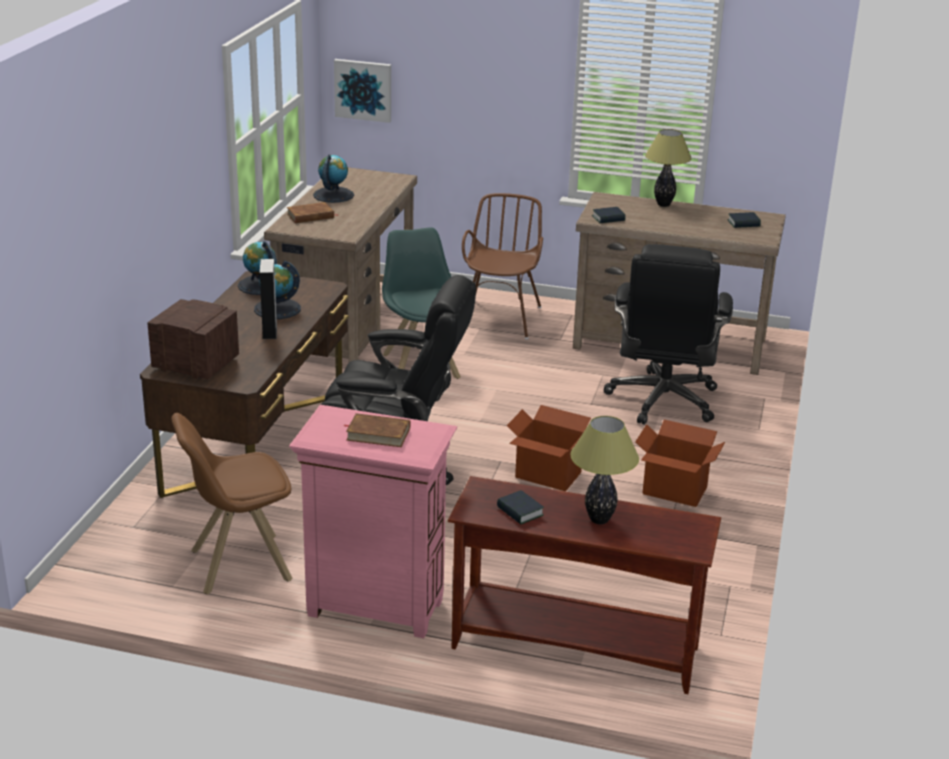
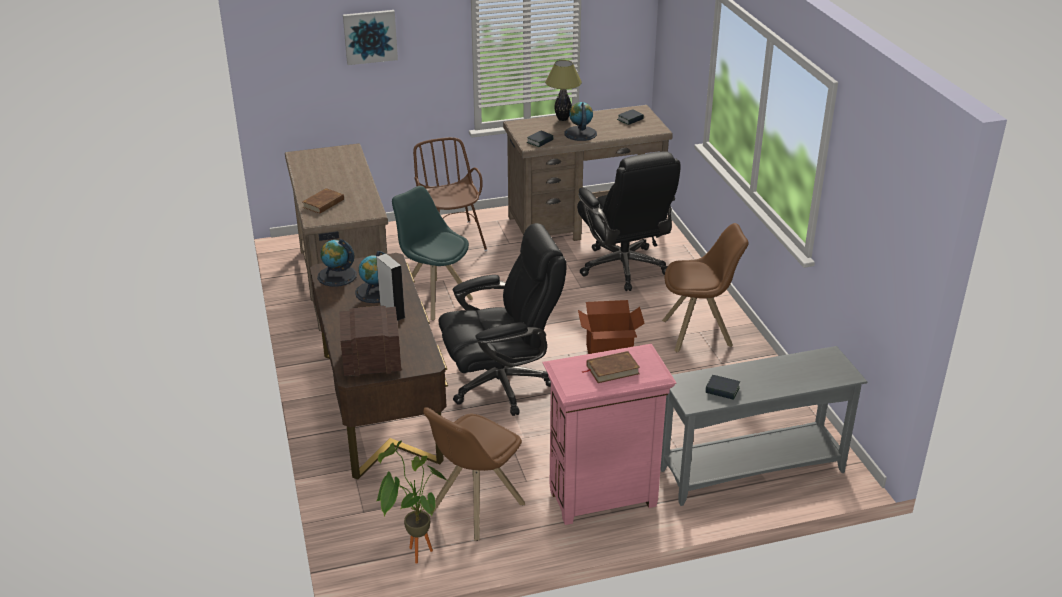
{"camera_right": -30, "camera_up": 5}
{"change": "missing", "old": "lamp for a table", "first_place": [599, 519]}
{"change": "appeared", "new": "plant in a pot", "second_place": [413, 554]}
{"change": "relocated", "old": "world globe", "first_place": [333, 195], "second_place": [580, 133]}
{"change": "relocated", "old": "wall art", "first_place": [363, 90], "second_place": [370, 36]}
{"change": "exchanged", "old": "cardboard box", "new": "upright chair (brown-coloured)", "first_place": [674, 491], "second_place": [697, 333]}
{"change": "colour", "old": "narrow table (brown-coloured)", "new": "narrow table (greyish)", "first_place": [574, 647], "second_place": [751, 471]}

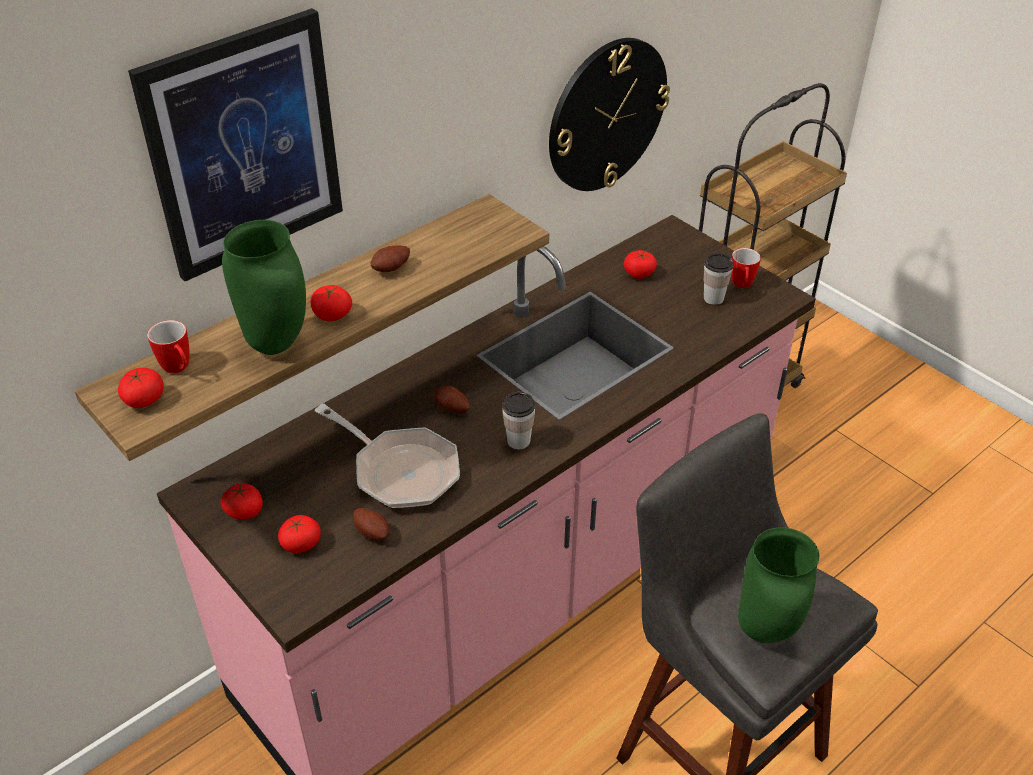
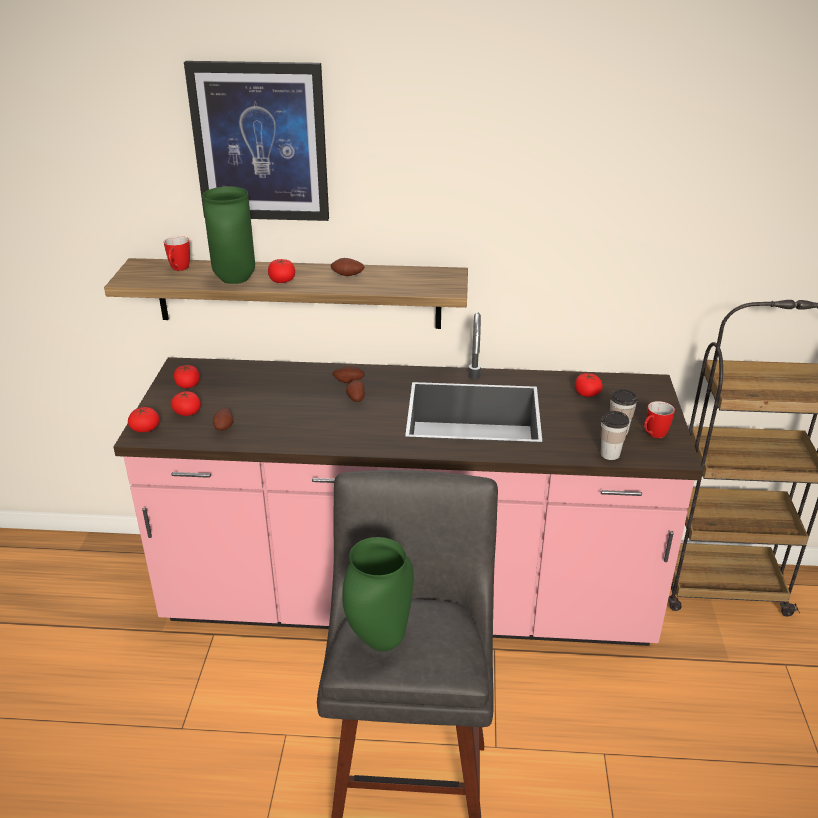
{"camera_right": 45, "camera_up": -10}
{"change": "missing", "old": "skillet", "first_place": [400, 470]}
{"change": "missing", "old": "wall clock", "first_place": [607, 115]}
{"change": "appeared", "new": "spud", "second_place": [349, 381]}
{"change": "relocated", "old": "fresh tomato", "first_place": [144, 399], "second_place": [145, 428]}
{"change": "relocated", "old": "drinking cup", "first_place": [518, 441], "second_place": [610, 454]}

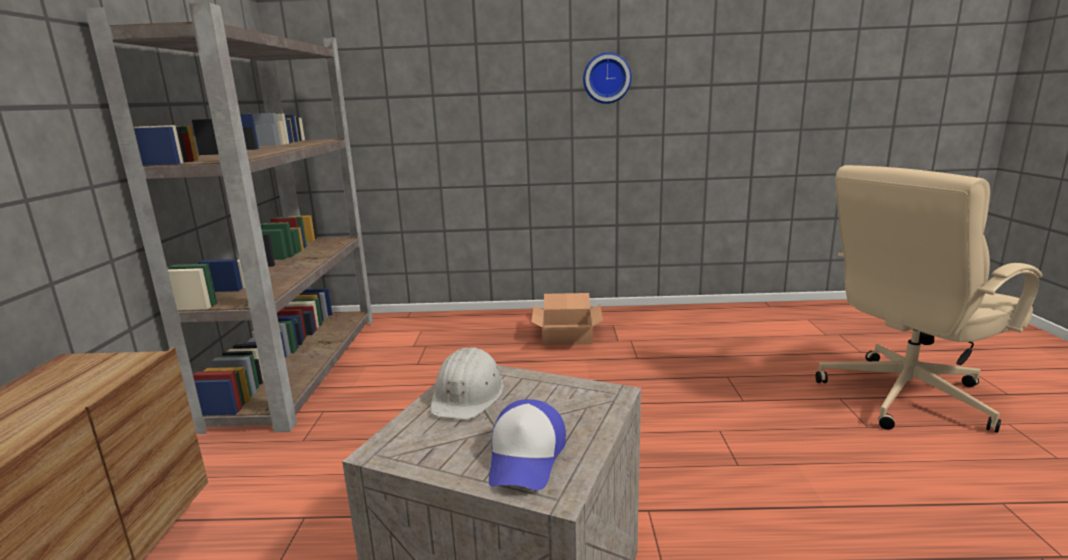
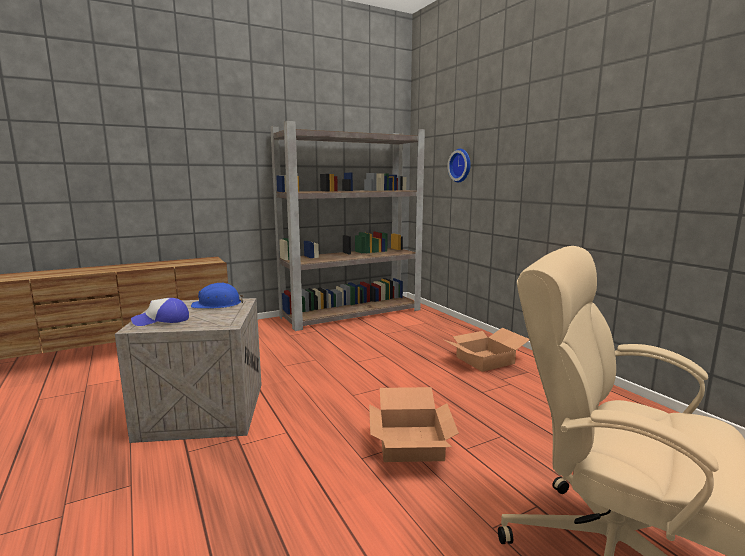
{"camera_right": 60, "camera_up": -5}
{"change": "appeared", "new": "cardboard box", "second_place": [412, 443]}
{"change": "relocated", "old": "wall clock", "first_place": [606, 78], "second_place": [461, 165]}
{"change": "colour", "old": "hard hat (whitish)", "new": "hard hat (blue-coloured)", "first_place": [468, 395], "second_place": [217, 304]}

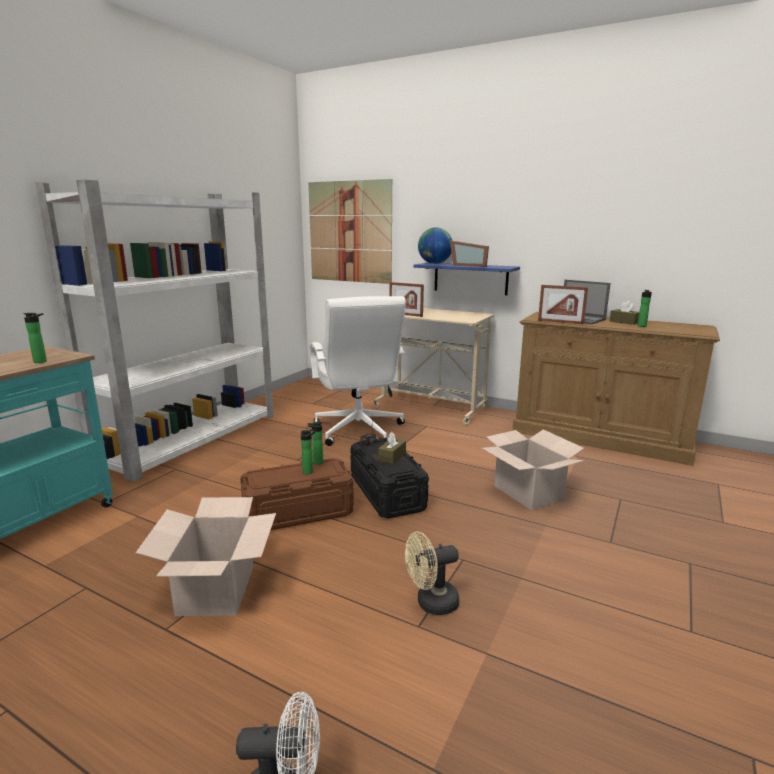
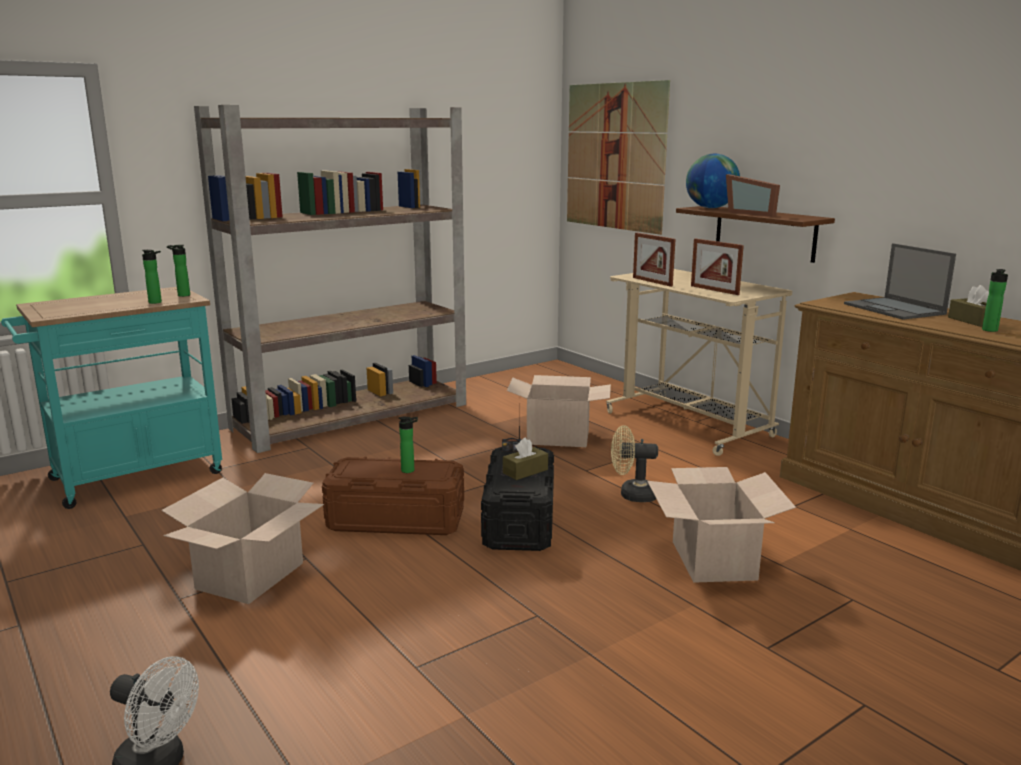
{"camera_right": 25, "camera_up": 0}
{"change": "relocated", "old": "drink bottle", "first_place": [316, 462], "second_place": [182, 295]}
{"change": "relocated", "old": "fan (sand-coloured)", "first_place": [431, 603], "second_place": [632, 495]}
{"change": "relocated", "old": "picture frame", "first_place": [560, 322], "second_place": [714, 290]}
{"change": "exchanged", "old": "office chair (whitish)", "new": "cardboard box", "first_place": [358, 429], "second_place": [558, 437]}
{"change": "colour", "old": "shelving unit (whitish)", "new": "shelving unit (brown-coloured)", "first_place": [191, 438], "second_place": [352, 416]}
{"change": "colour", "old": "wall shelf (blue-coloured)", "new": "wall shelf (brown-coloured)", "first_place": [470, 278], "second_place": [764, 233]}

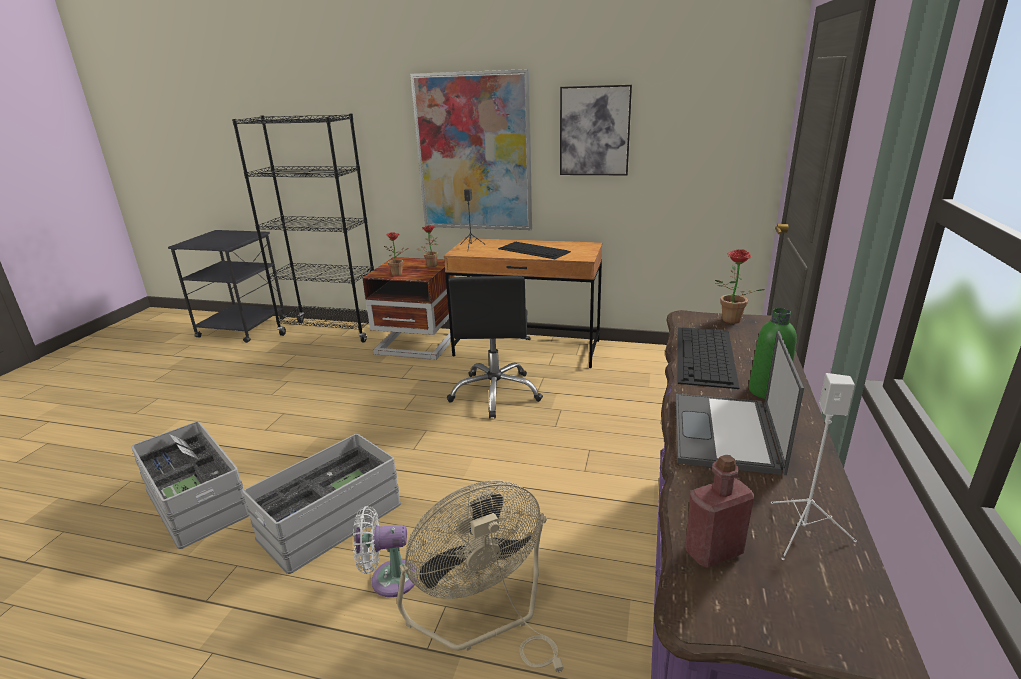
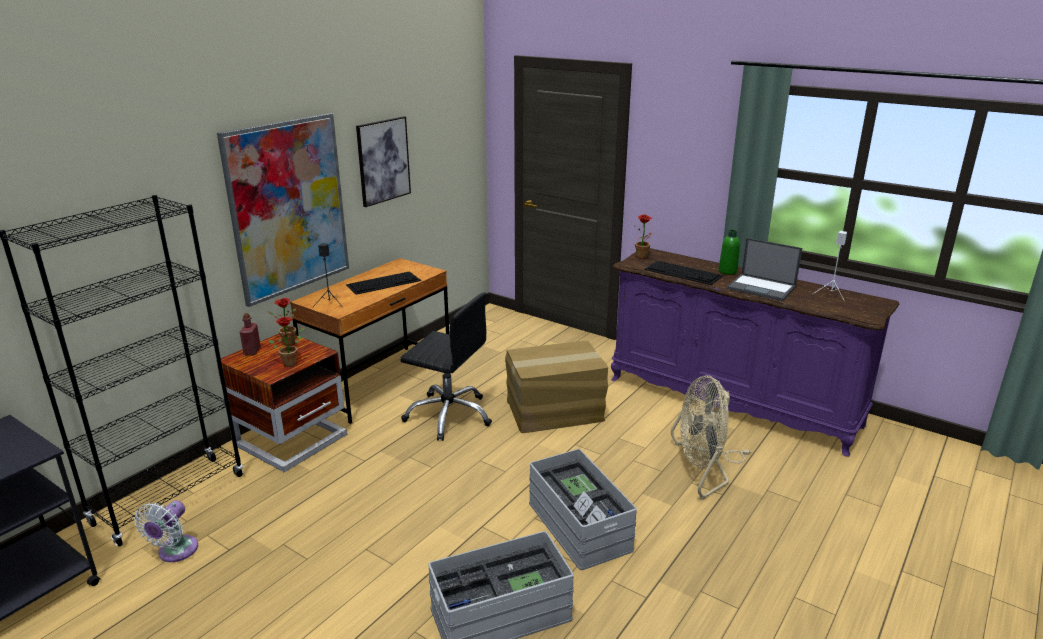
{"camera_right": -70, "camera_up": 0}
{"change": "appeared", "new": "cardboard box", "second_place": [555, 411]}
{"change": "relocated", "old": "fan (whitish)", "first_place": [389, 579], "second_place": [175, 552]}
{"change": "relocated", "old": "drink bottle (red-coloured)", "first_place": [713, 551], "second_place": [252, 351]}

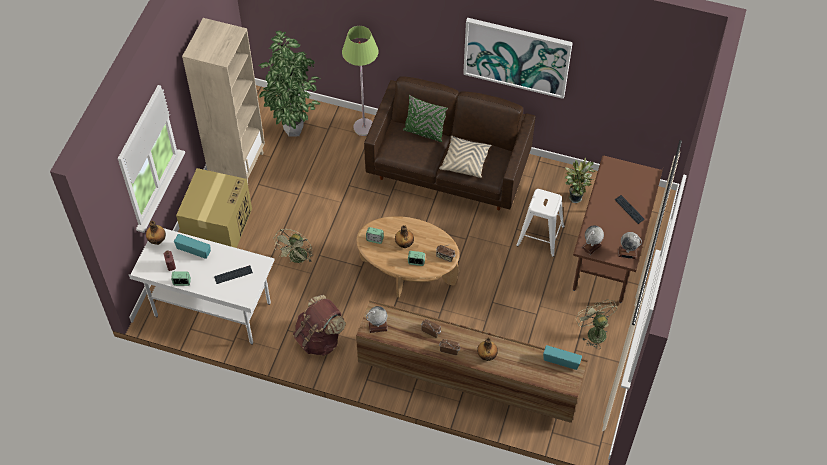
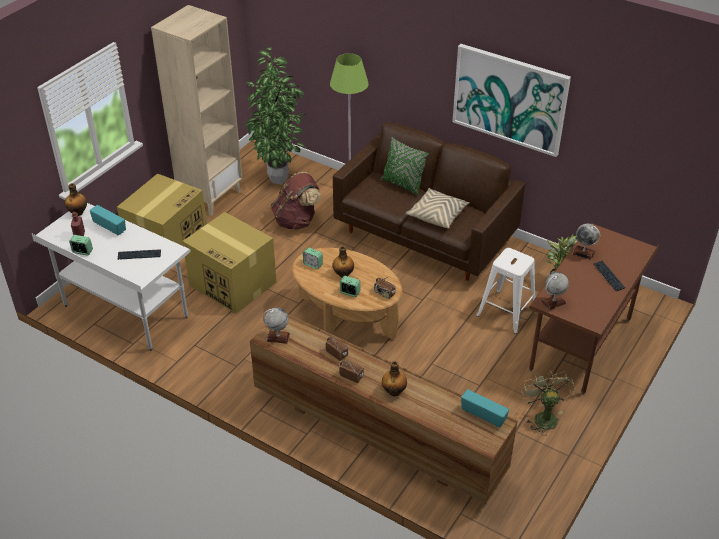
{"camera_right": 15, "camera_up": -15}
{"change": "relocated", "old": "backpack (brown-coloured)", "first_place": [319, 338], "second_place": [297, 221]}
{"change": "relocated", "old": "world globe", "first_place": [627, 252], "second_place": [583, 253]}
{"change": "exchanged", "old": "fan (greenish)", "new": "cardboard box", "first_place": [297, 259], "second_place": [233, 284]}

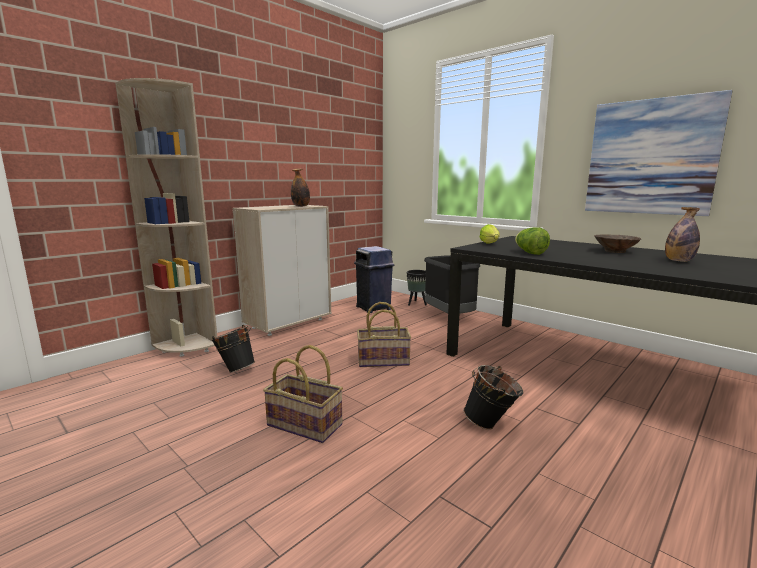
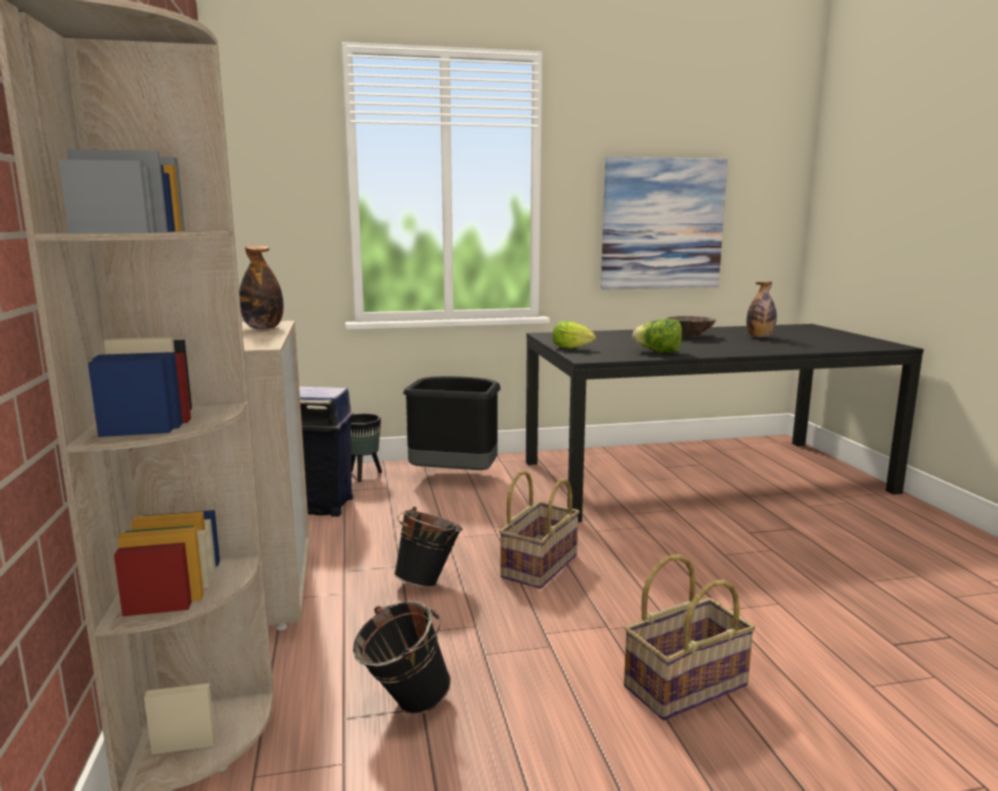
{"camera_right": -55, "camera_up": 0}
{"change": "relocated", "old": "pail (black)", "first_place": [491, 425], "second_place": [429, 581]}

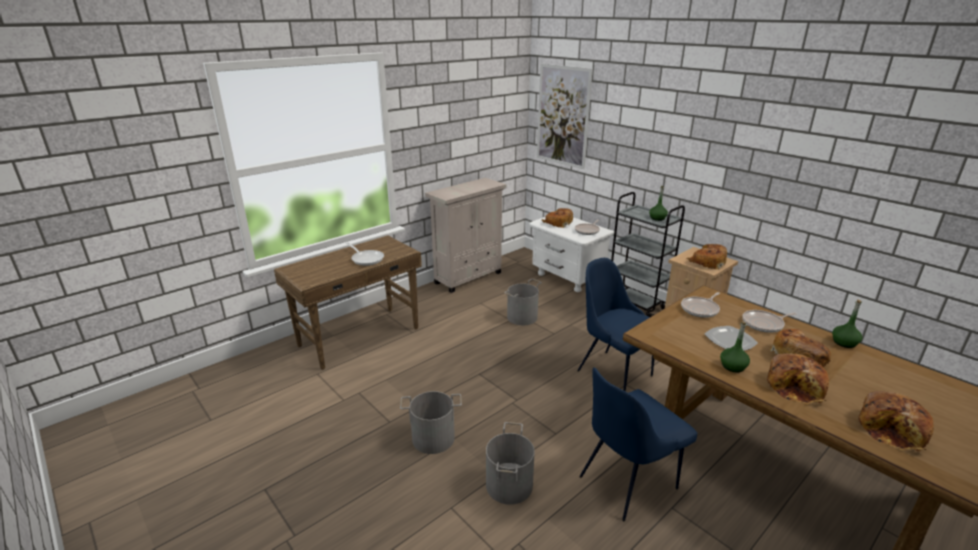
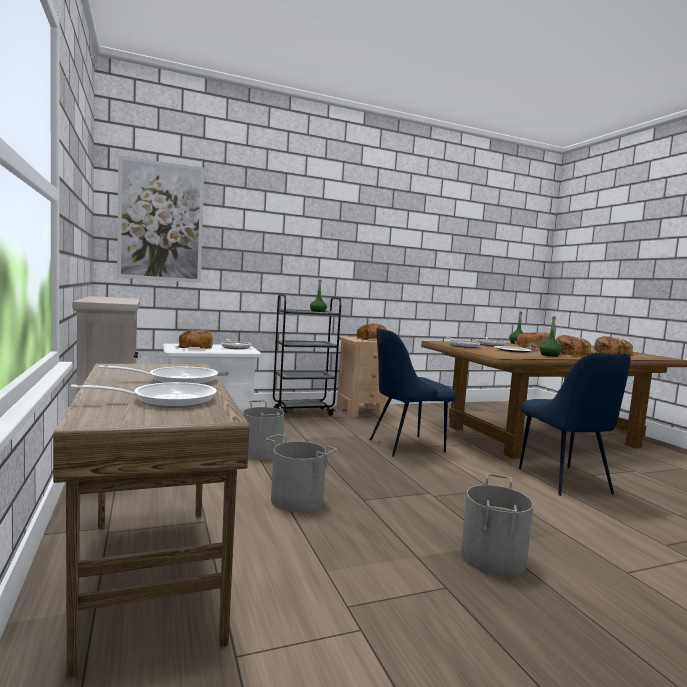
{"camera_right": -70, "camera_up": -20}
{"change": "appeared", "new": "skillet", "second_place": [166, 400]}
{"change": "relocated", "old": "pail (greyish)", "first_place": [508, 485], "second_place": [296, 500]}

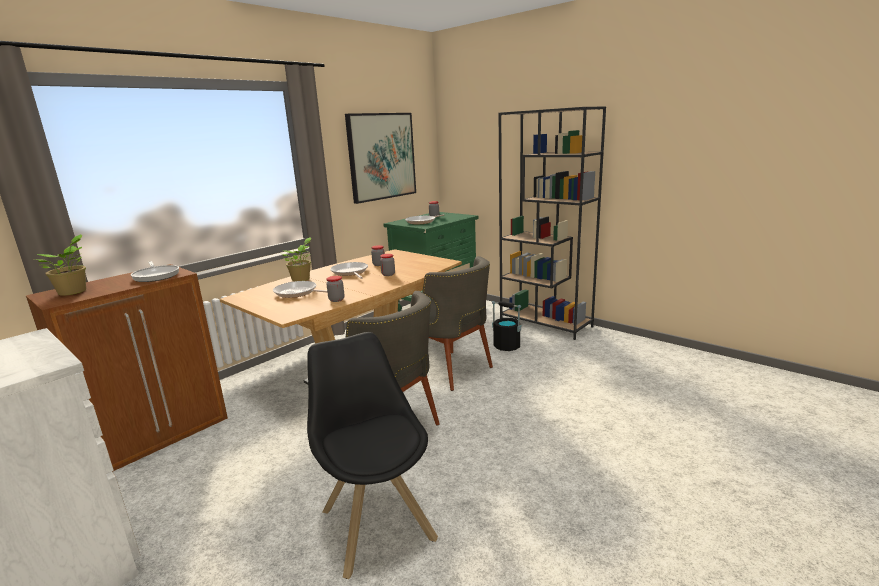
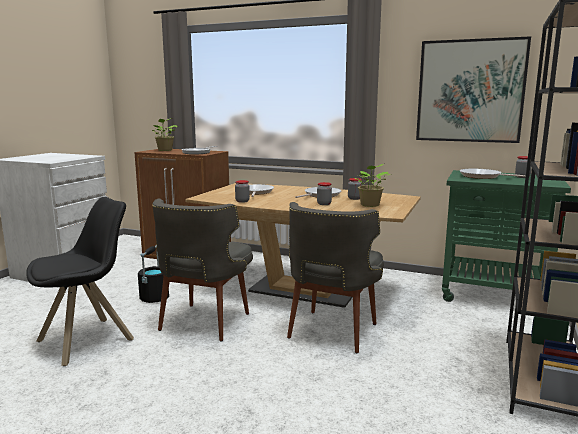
{"camera_right": 70, "camera_up": -5}
{"change": "relocated", "old": "plant in a pot", "first_place": [302, 279], "second_place": [370, 205]}
{"change": "relocated", "old": "pail (black)", "first_place": [506, 346], "second_place": [155, 298]}

